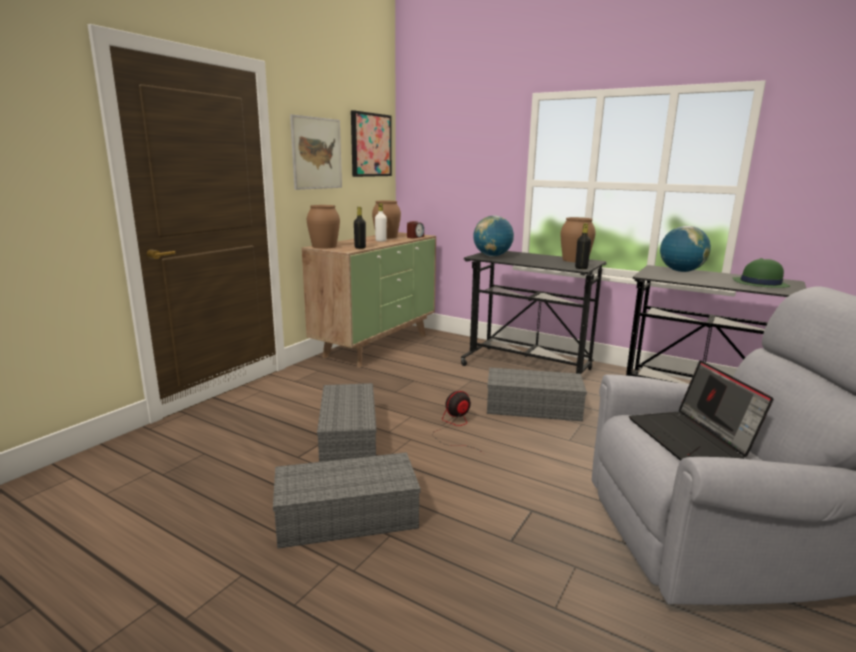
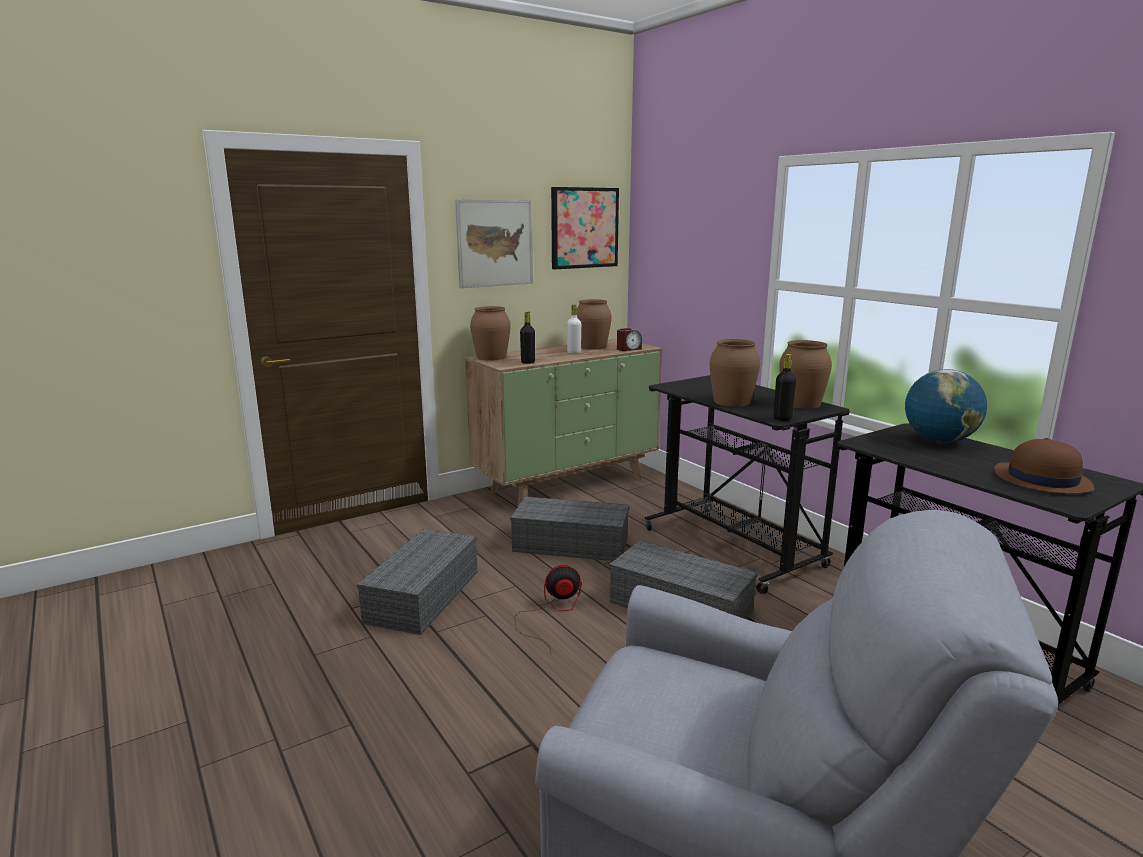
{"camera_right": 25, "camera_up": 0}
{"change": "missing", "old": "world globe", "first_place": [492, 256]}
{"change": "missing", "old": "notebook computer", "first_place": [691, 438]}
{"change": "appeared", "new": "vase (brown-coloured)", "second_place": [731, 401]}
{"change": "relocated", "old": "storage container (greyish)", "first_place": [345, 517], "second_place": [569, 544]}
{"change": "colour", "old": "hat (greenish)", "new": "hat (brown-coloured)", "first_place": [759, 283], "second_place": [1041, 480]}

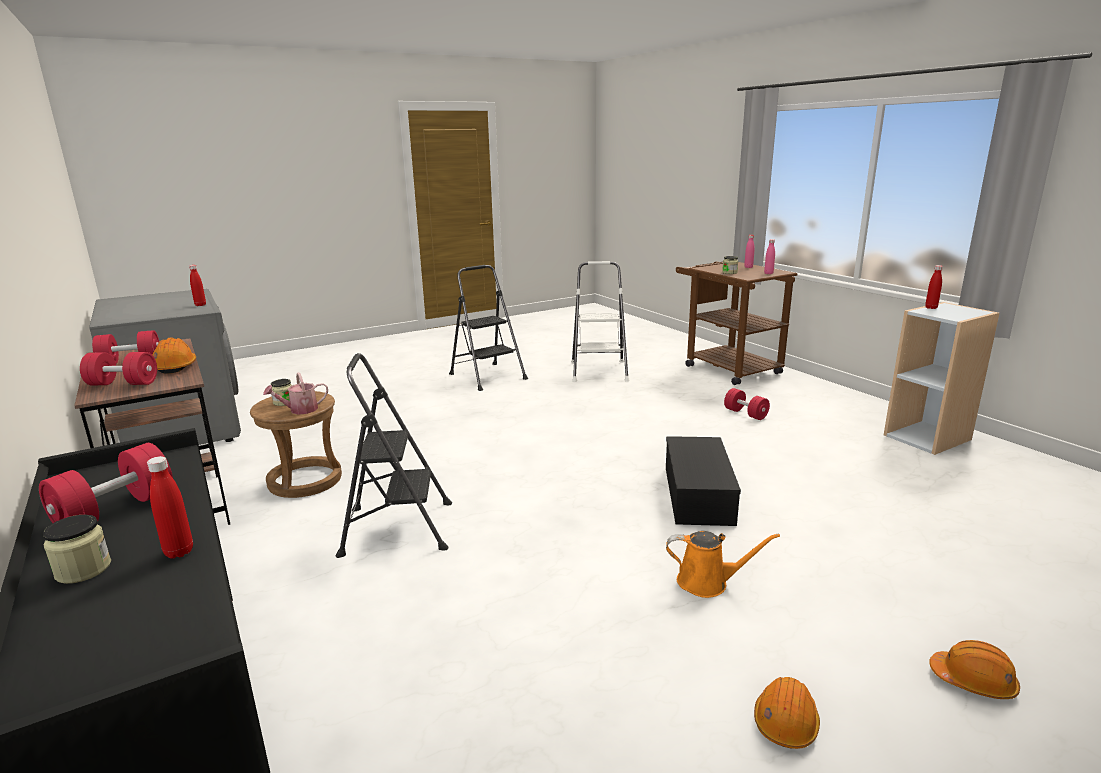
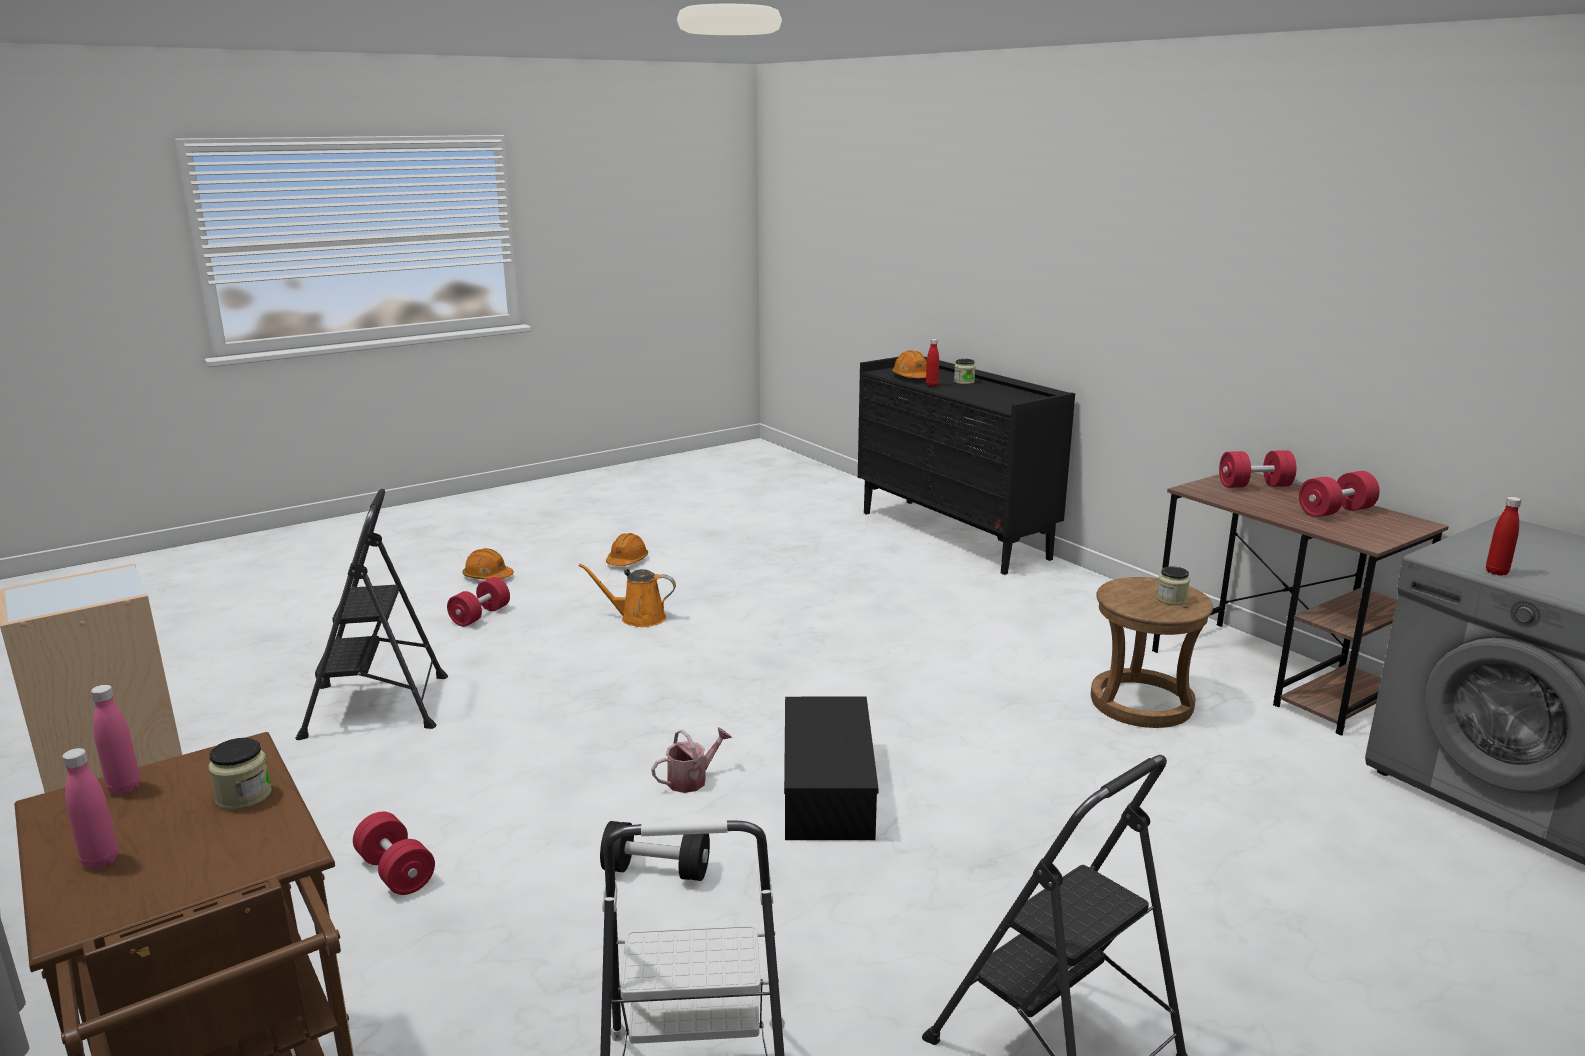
{"camera_right": 175, "camera_up": 0}
{"change": "missing", "old": "drink bottle (red-coloured)", "first_place": [931, 308]}
{"change": "appeared", "new": "free weight (black)", "second_place": [656, 870]}
{"change": "relocated", "old": "free weight (red-coloured)", "first_place": [115, 511], "second_place": [480, 615]}
{"change": "relocated", "old": "hard hat (orange-coloured)", "first_place": [175, 367], "second_place": [911, 377]}
{"change": "relocated", "old": "sprinkling can", "first_place": [299, 410], "second_place": [692, 779]}
{"change": "relocated", "old": "step ladder (black)", "first_place": [393, 527], "second_place": [380, 705]}
{"change": "relocated", "old": "storage container (black)", "first_place": [699, 495], "second_place": [825, 787]}

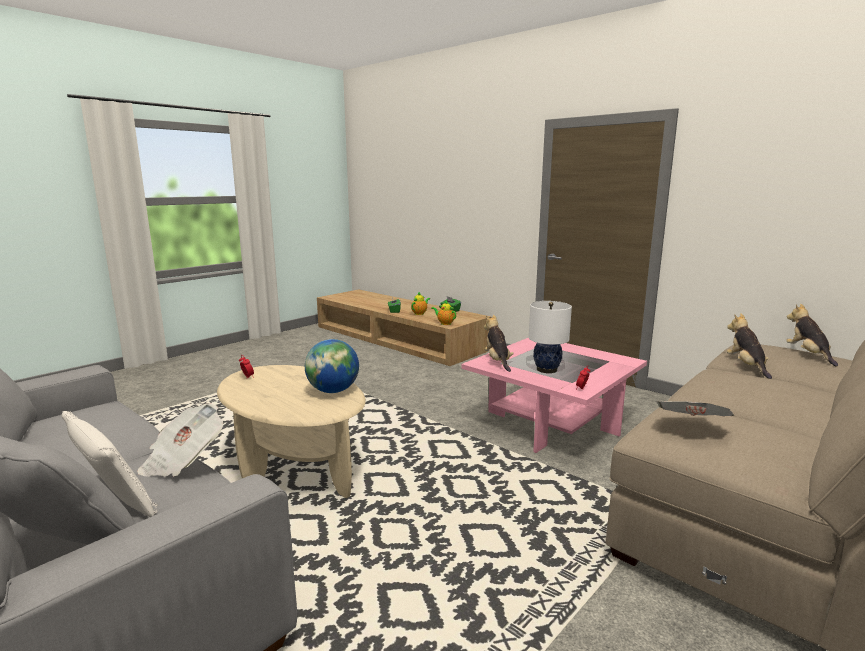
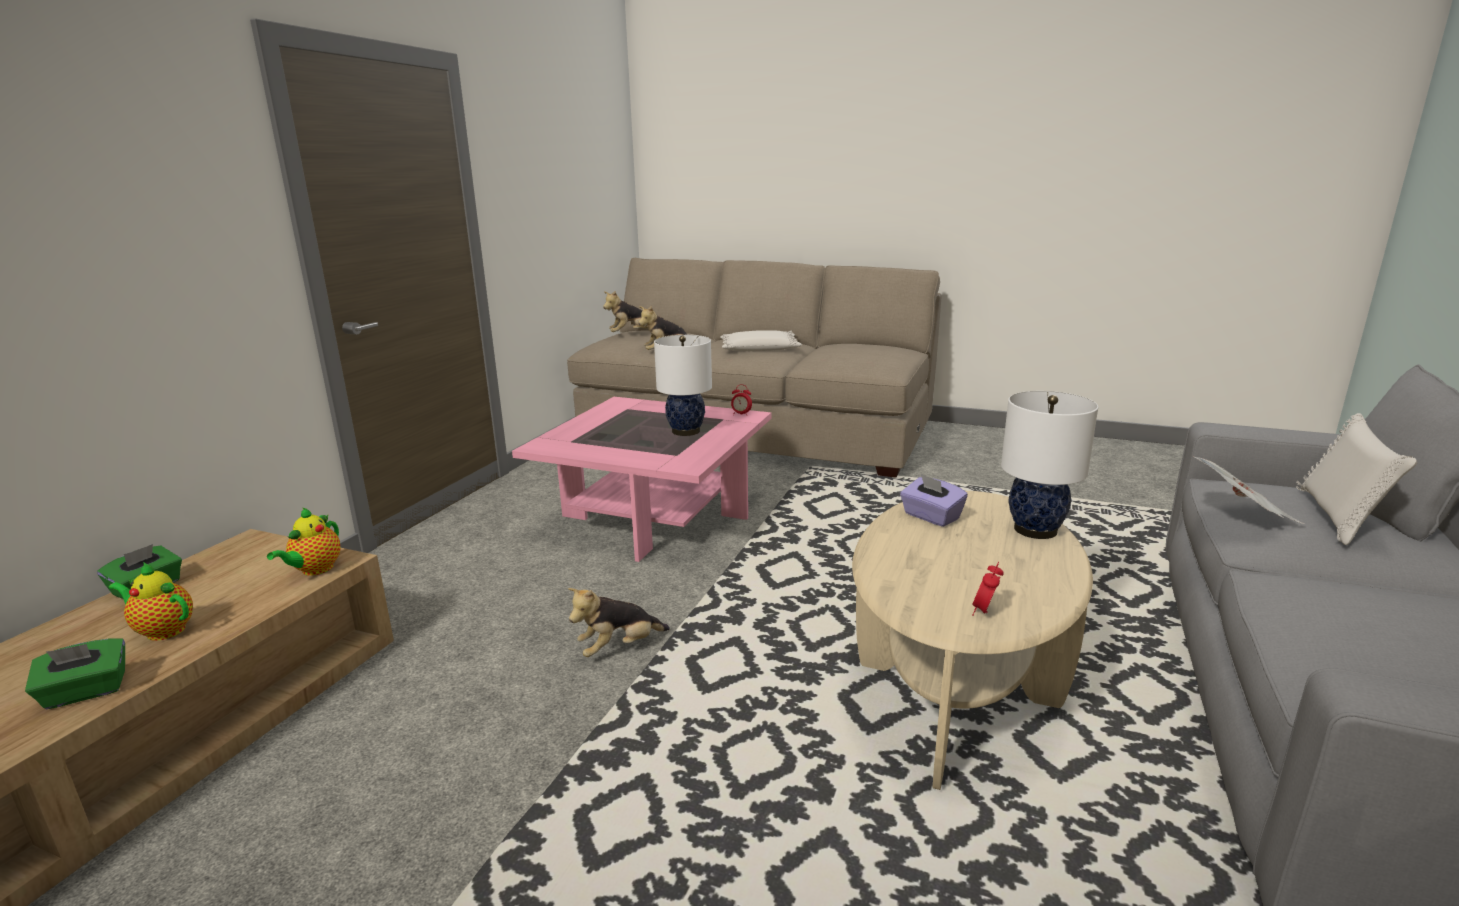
{"camera_right": -110, "camera_up": 5}
{"change": "missing", "old": "printed paper", "first_place": [691, 427]}
{"change": "appeared", "new": "cushion (whitish)", "second_place": [759, 347]}
{"change": "appeared", "new": "lamp for a table (whitish)", "second_place": [1035, 529]}
{"change": "relocated", "old": "soft toy", "first_place": [497, 361], "second_place": [619, 648]}
{"change": "exchanged", "old": "world globe", "new": "tissue box (purple-coloured)", "first_place": [333, 391], "second_place": [931, 517]}

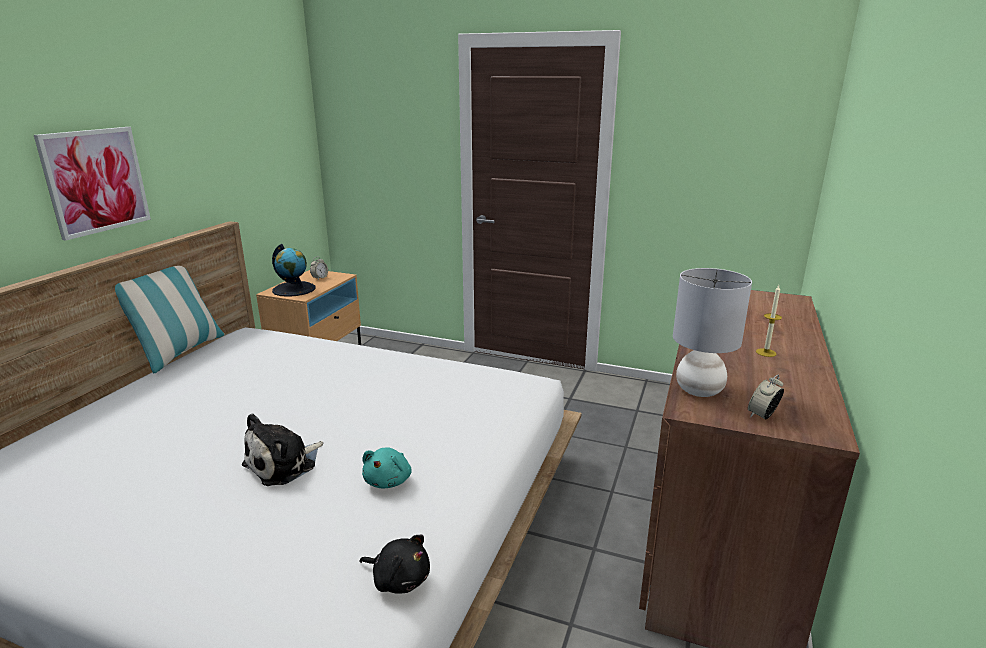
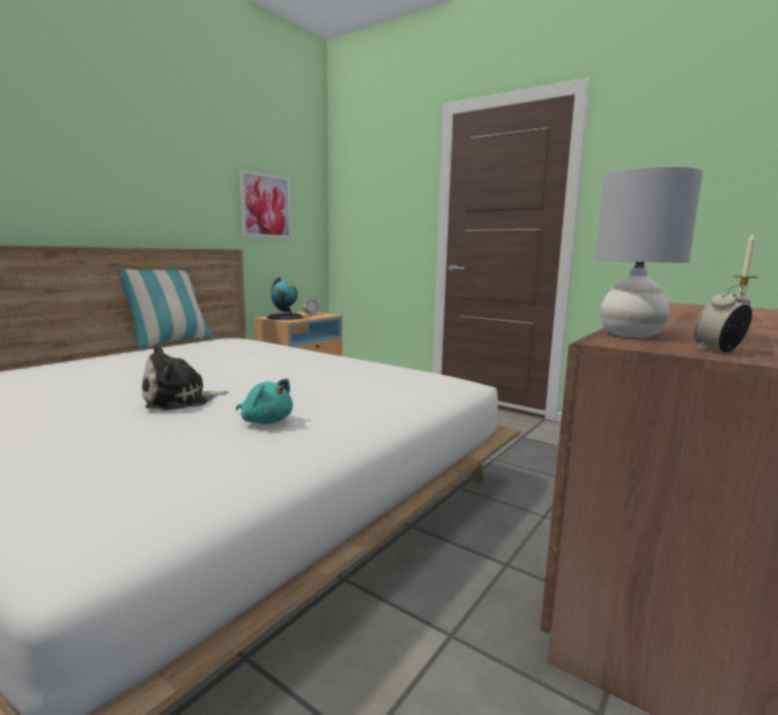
{"camera_right": 15, "camera_up": -10}
{"change": "missing", "old": "soft toy (black)", "first_place": [399, 579]}
{"change": "relocated", "old": "wall art", "first_place": [96, 181], "second_place": [265, 206]}
{"change": "spun", "old": "soft toy (blue-green)", "first_place": [389, 480], "second_place": [265, 421], "degrees": -90}

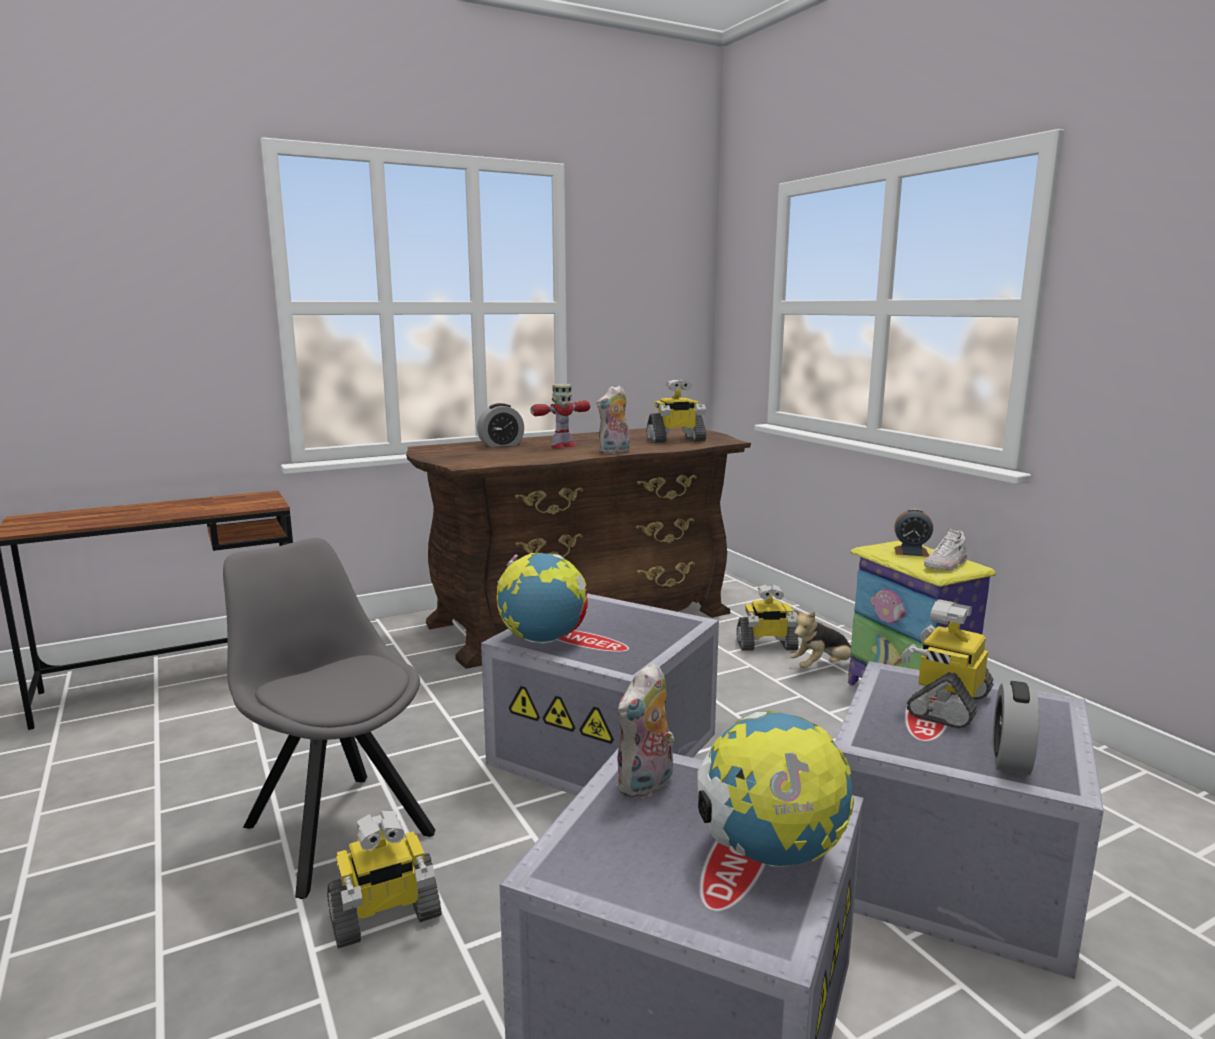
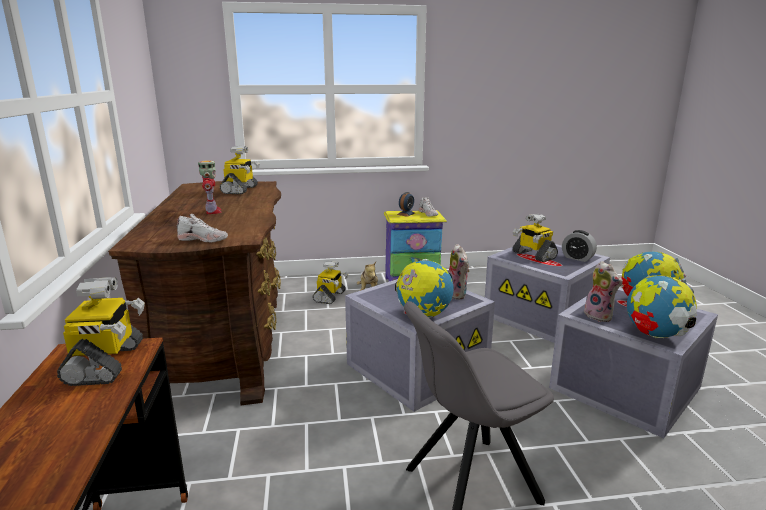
{"camera_right": -70, "camera_up": 5}
{"change": "missing", "old": "table clock", "first_place": [501, 445]}
{"change": "appeared", "new": "item of footwear (whitish)", "second_place": [203, 239]}
{"change": "appeared", "new": "world globe", "second_place": [655, 335]}
{"change": "relocated", "old": "toy robot", "first_place": [384, 917], "second_place": [107, 363]}
{"change": "relocated", "old": "soft toy", "first_place": [614, 452], "second_place": [458, 294]}

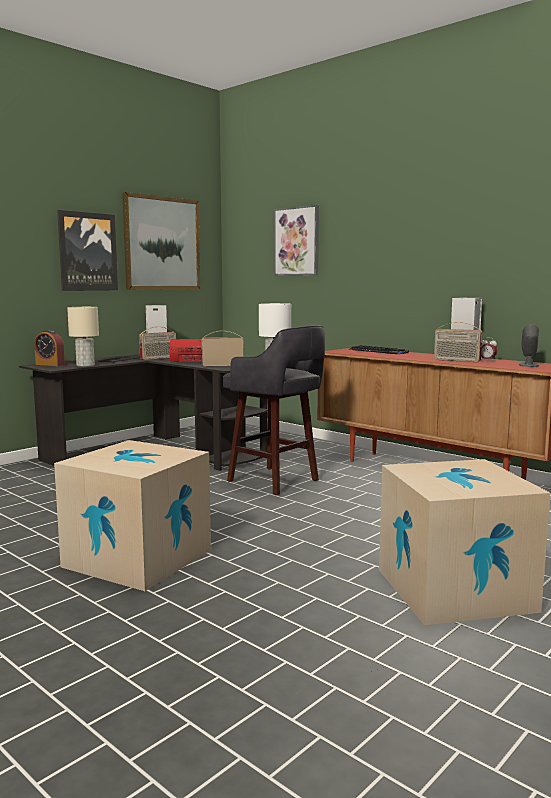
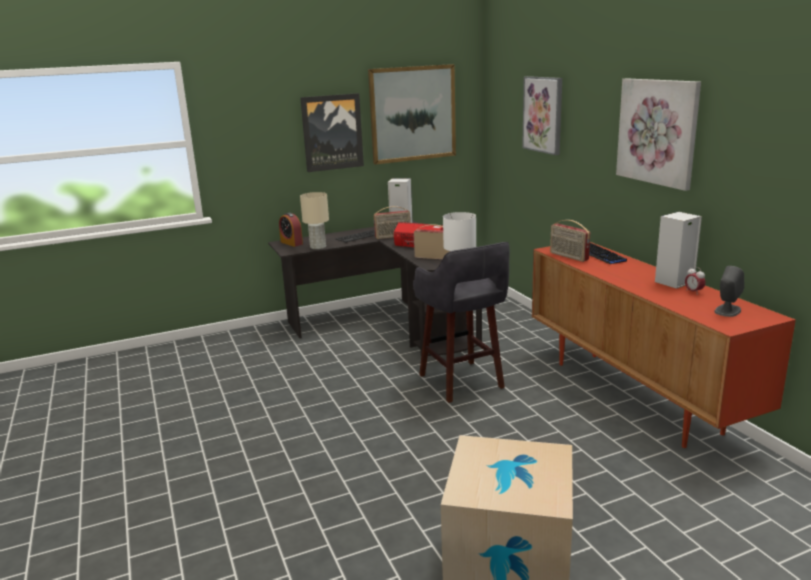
{"camera_right": 25, "camera_up": 10}
{"change": "missing", "old": "cardboard box", "first_place": [138, 558]}
{"change": "appeared", "new": "wall art", "second_place": [658, 132]}
{"change": "relocated", "old": "radio set", "first_place": [456, 360], "second_place": [568, 256]}

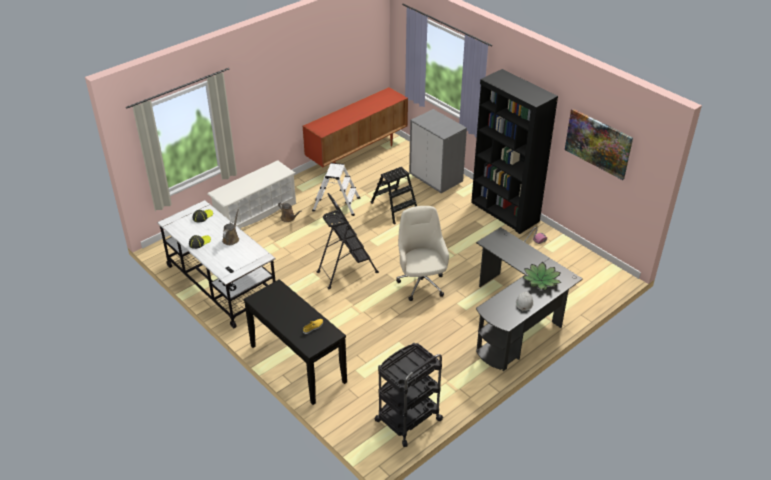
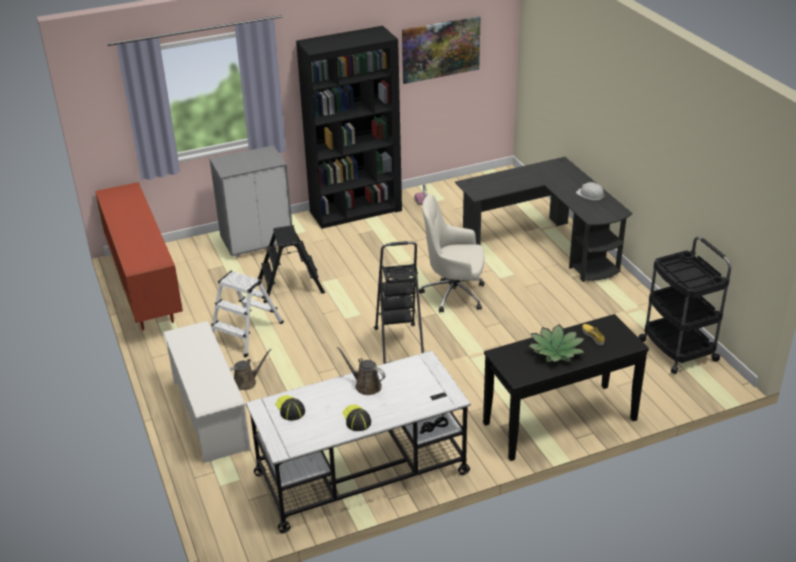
{"camera_right": -70, "camera_up": -5}
{"change": "relocated", "old": "plant in a pot", "first_place": [541, 280], "second_place": [556, 351]}

